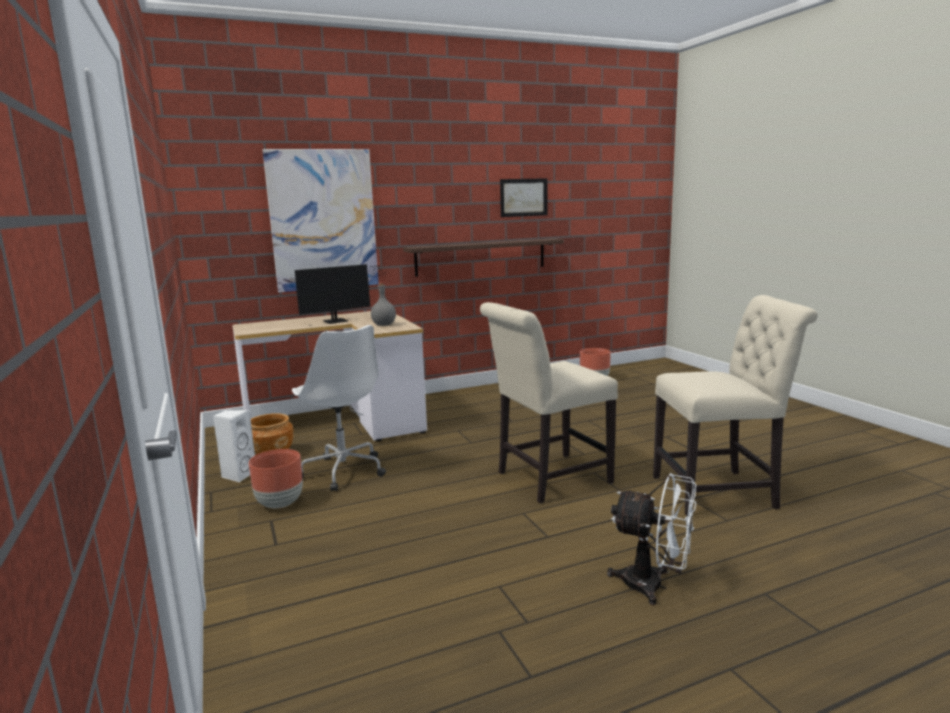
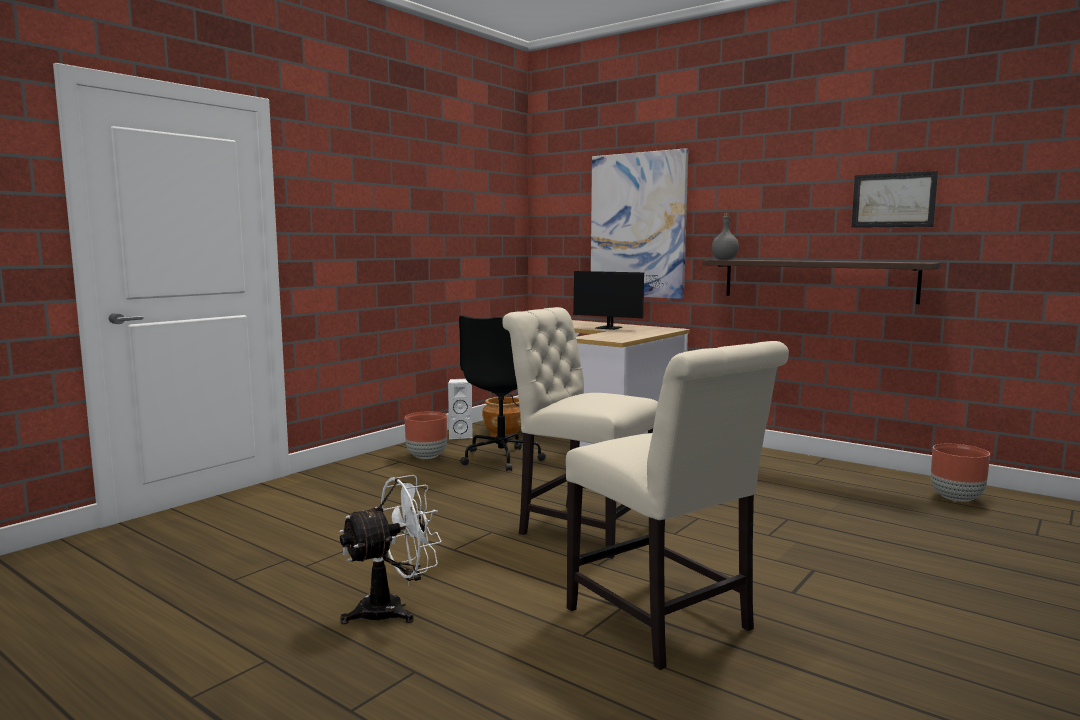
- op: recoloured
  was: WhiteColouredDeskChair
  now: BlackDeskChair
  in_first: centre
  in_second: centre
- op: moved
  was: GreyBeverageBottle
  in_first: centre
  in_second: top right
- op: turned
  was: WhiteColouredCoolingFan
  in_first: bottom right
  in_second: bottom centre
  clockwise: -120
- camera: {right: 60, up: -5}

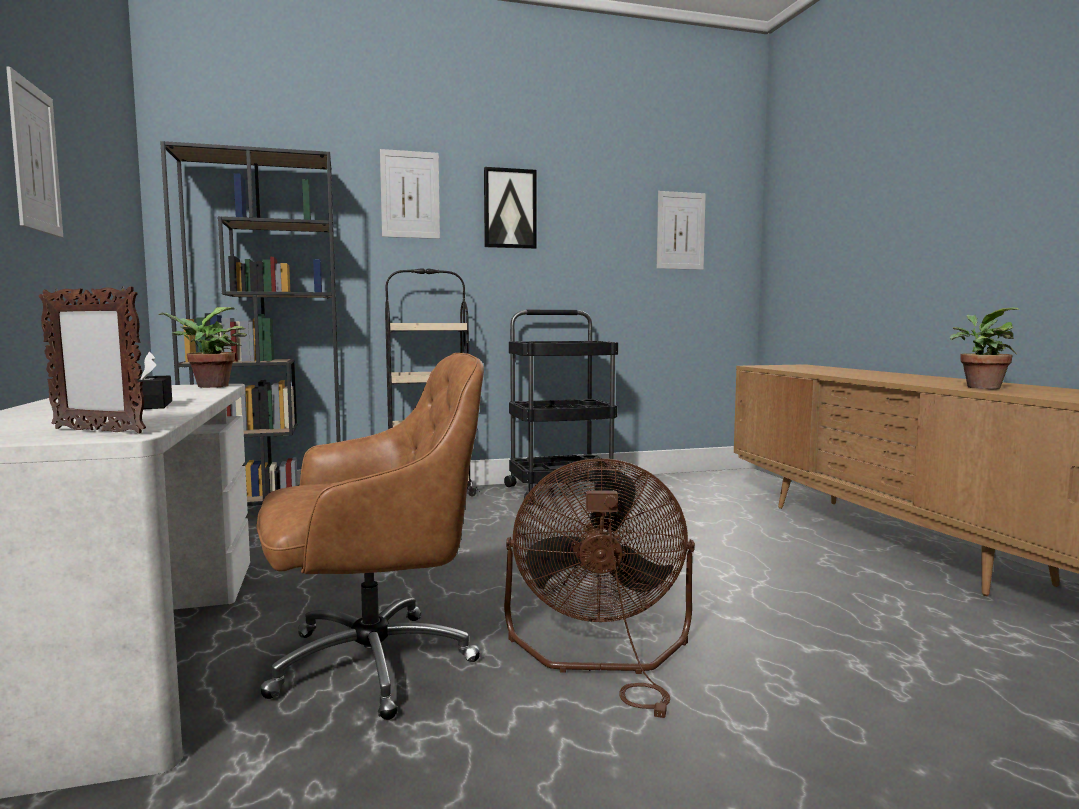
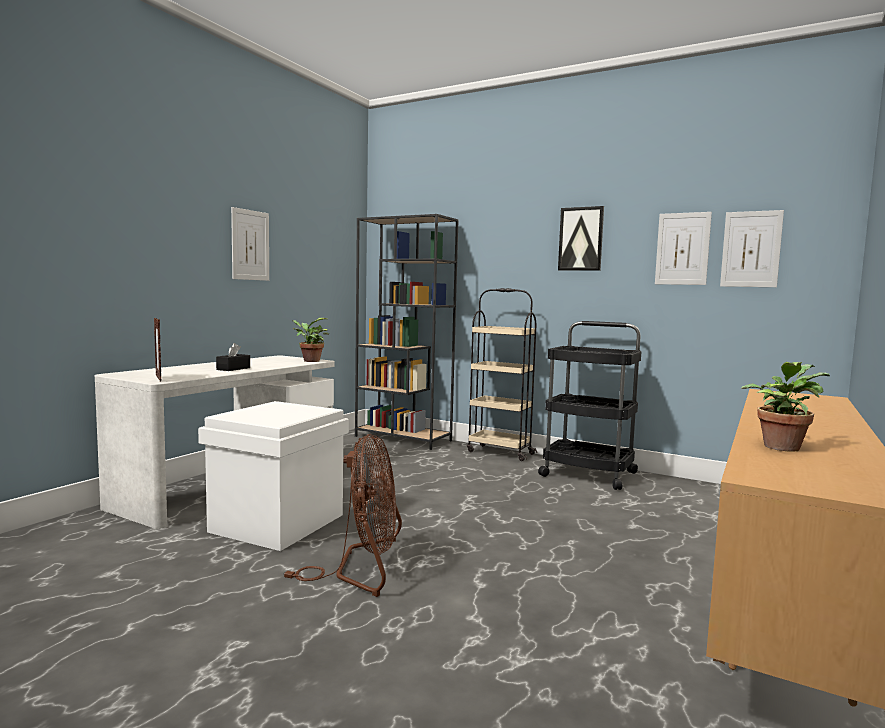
- op: replaced
  was: BrownDeskChair
  now: WhiteColouredStorageBin
  in_first: centre
  in_second: middle left
- op: moved
  was: WallArt (2nd from left in the first image)
  now: WallArt (3rd from left)
  in_first: top centre
  in_second: middle right
- op: turned
  was: BrownCoolingFan
  in_first: bottom centre
  in_second: bottom centre
  clockwise: 45
- camera: {right: 45, up: 0}

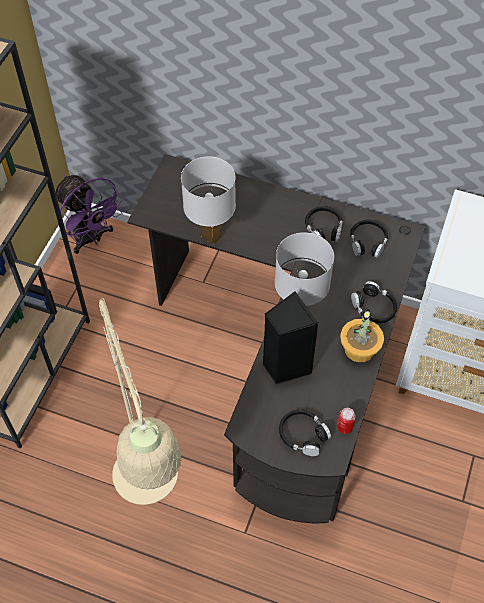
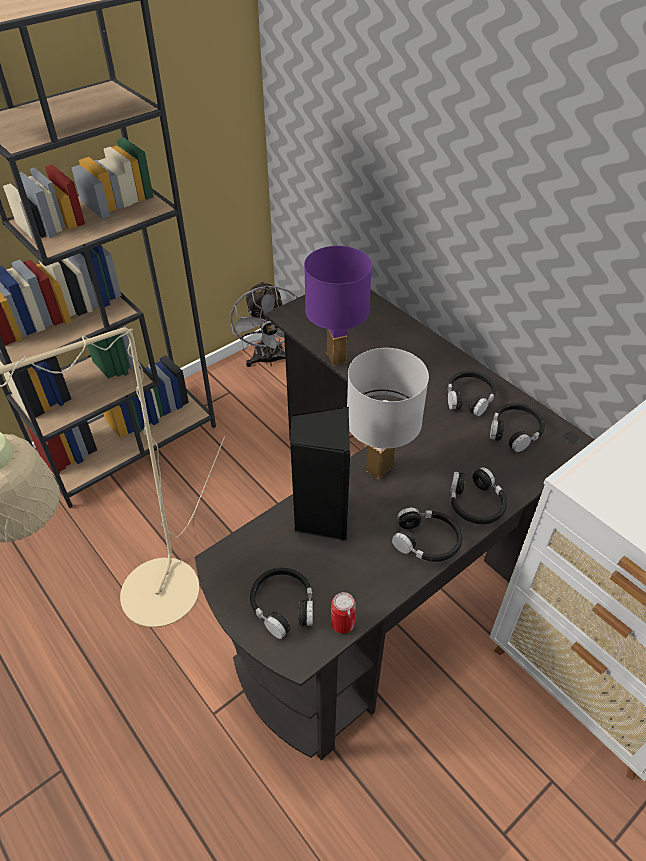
- op: recoloured
  was: PurpleCoolingFan
  now: GreyCoolingFan
  in_first: middle left
  in_second: centre
- op: recoloured
  was: WhiteColouredLampForATable (1st from left)
  now: PurpleLampForATable
  in_first: top centre
  in_second: centre
- op: replaced
  was: PlantInAPot
  now: BlackHeadphones (2nd from left)
  in_first: middle right
  in_second: centre
- camera: {right: 30, up: -10}

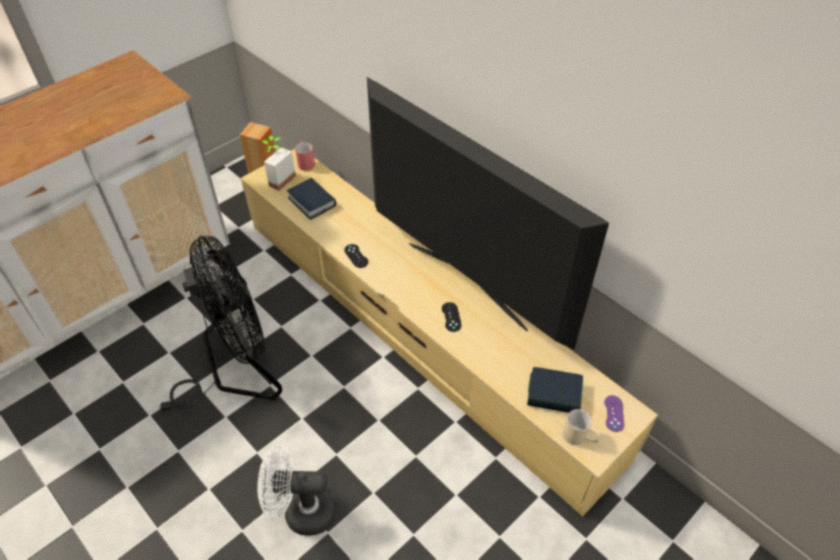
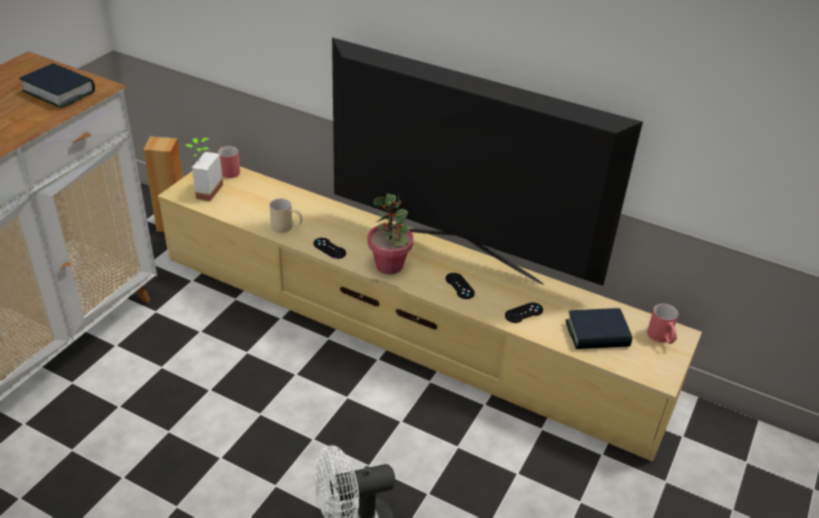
- op: removed
  was: BlackCoolingFan
  in_first: middle left
- op: moved
  was: BoundBook (1st from left)
  in_first: centre
  in_second: top left
- op: moved
  was: BeigeMug
  in_first: bottom right
  in_second: centre
- op: replaced
  was: PurpleJoypad
  now: RedColouredMug (2nd from left)
  in_first: bottom right
  in_second: middle right
- op: added
  now: PlantInAPot (2nd from left)
  in_second: centre
- op: added
  now: BlackJoypad (3rd from left)
  in_second: centre
- camera: {right: -20, up: -10}

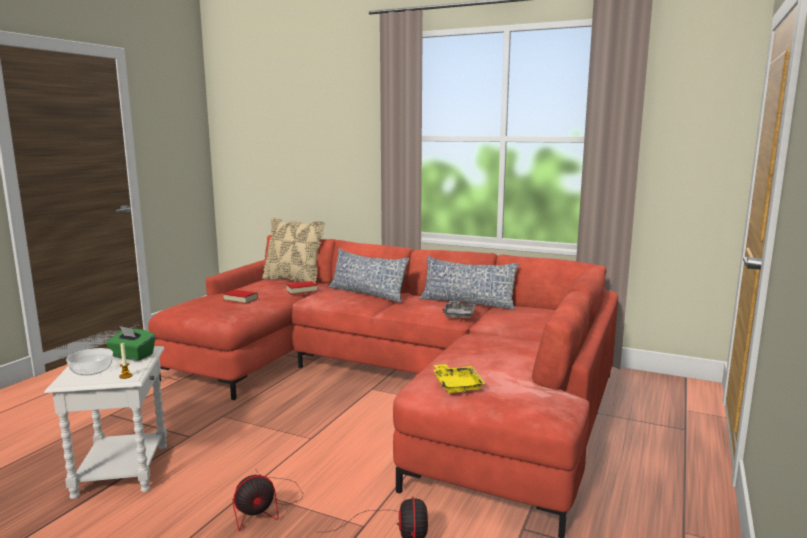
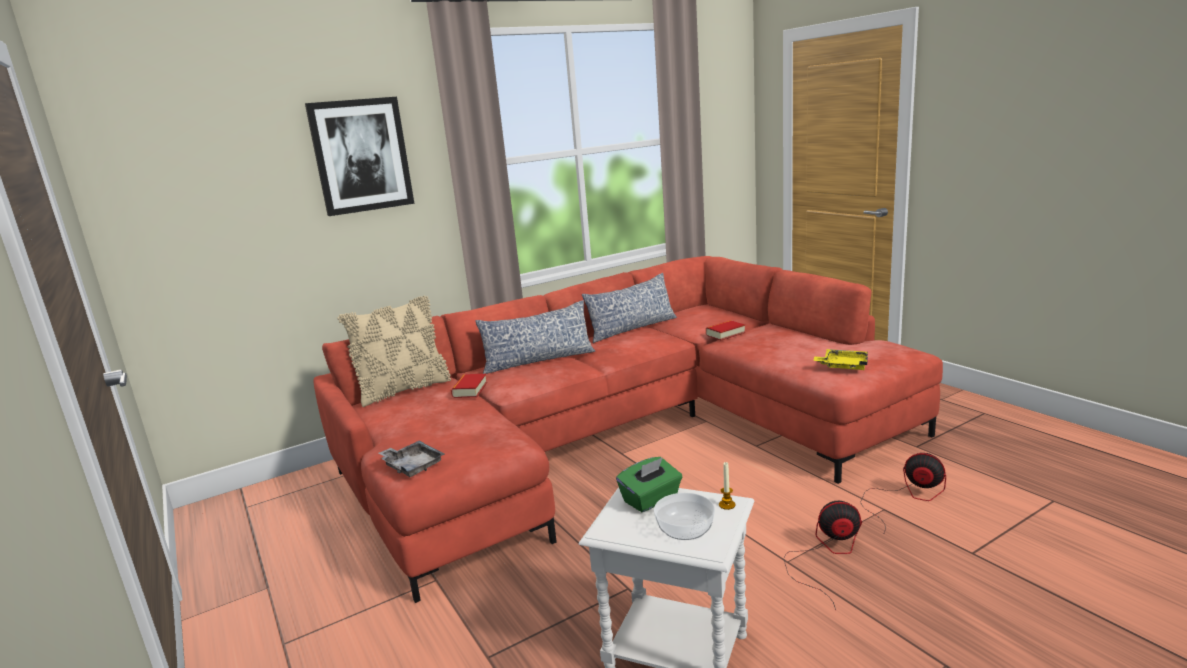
- op: moved
  was: BoundBook (1st from left in the first image)
  now: BoundBook (2nd from left)
  in_first: middle left
  in_second: centre
- op: turned
  was: CoolingFan (1st from left)
  in_first: bottom left
  in_second: bottom right
  clockwise: -90
- op: moved
  was: GreyCarryingTray
  in_first: centre
  in_second: bottom centre
- op: added
  now: WallArt
  in_second: top left
- camera: {right: -55, up: 5}

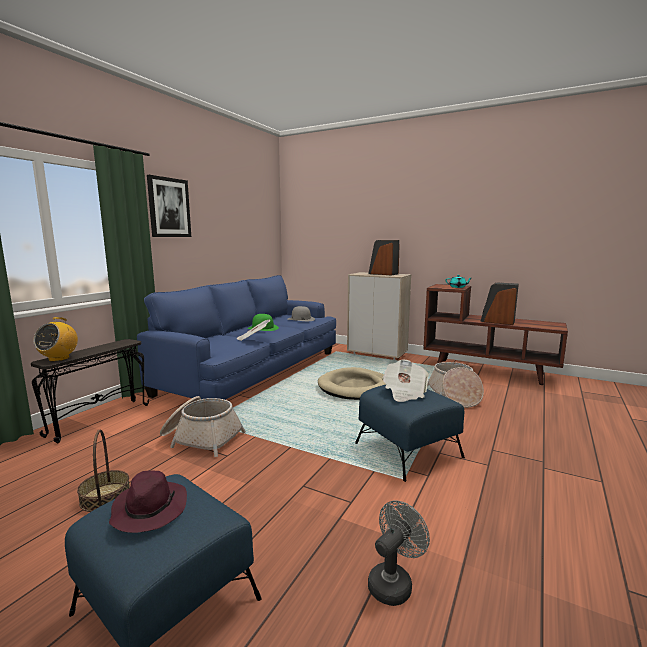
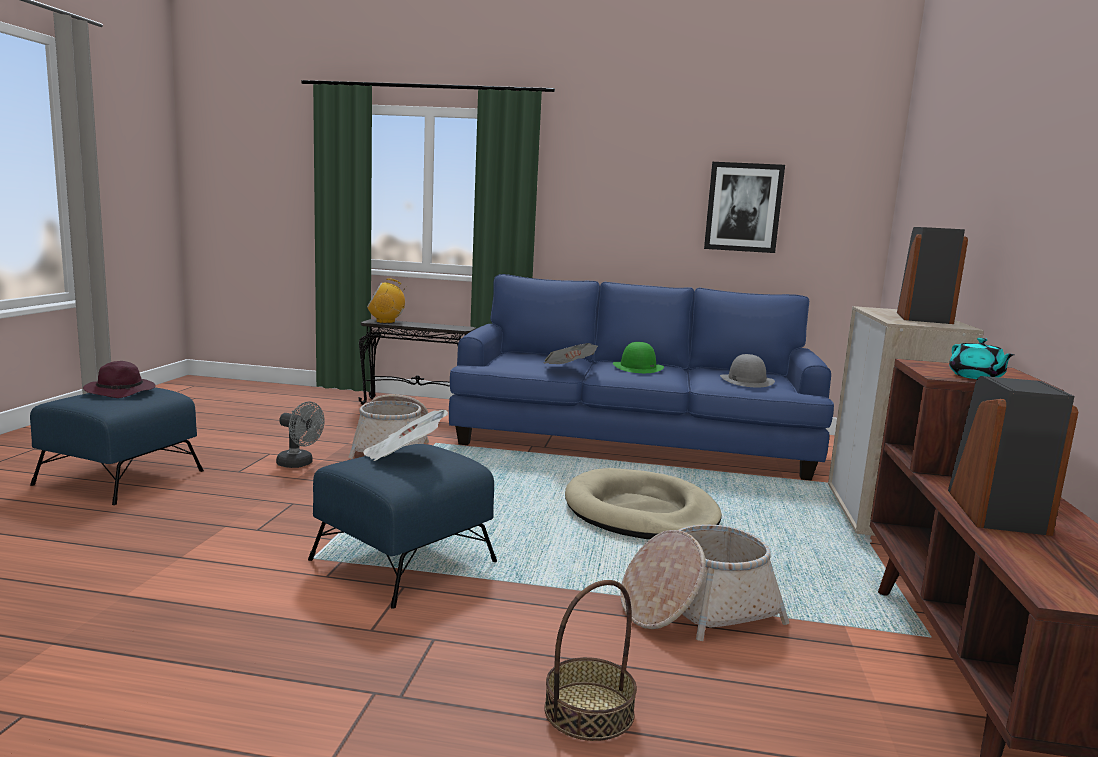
- op: moved
  was: StorageBasket (1st from left in the first image)
  now: StorageBasket (2nd from left)
  in_first: bottom left
  in_second: bottom centre
- op: moved
  was: WallArt
  in_first: top left
  in_second: top right
- op: moved
  was: GreyCoolingFan
  in_first: bottom centre
  in_second: middle left
- camera: {right: 70, up: 0}

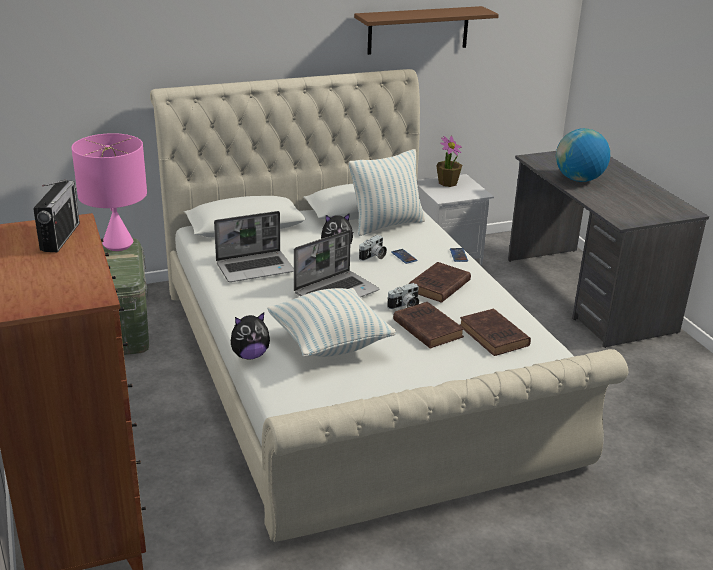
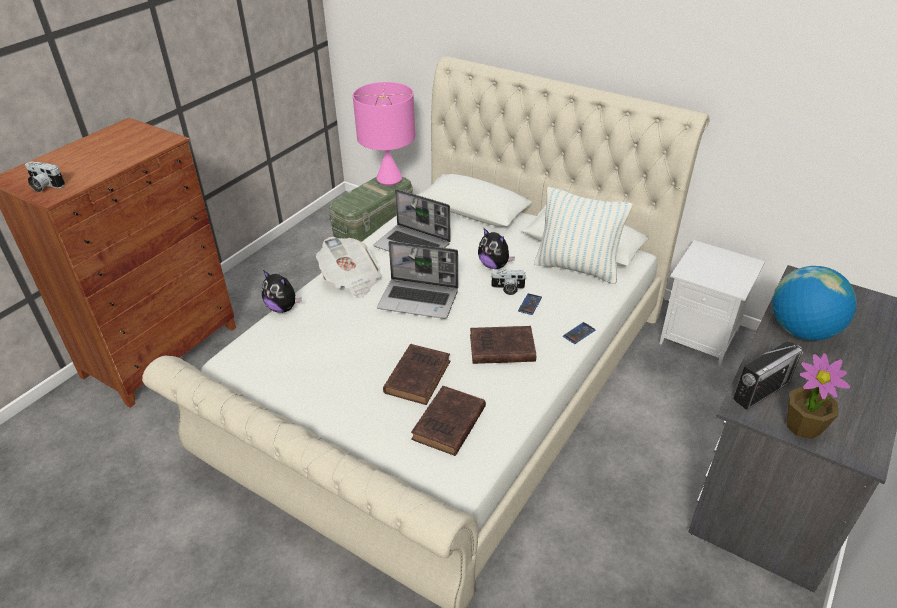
- op: moved
  was: RadioReceiver
  in_first: middle left
  in_second: middle right
- op: removed
  was: ThrowPillow (1st from left)
  in_first: centre
- op: removed
  was: BrownBracketShelf
  in_first: top centre
- op: moved
  was: StillCamera (2nd from left in the first image)
  now: StillCamera (1st from left)
  in_first: centre
  in_second: top left
- op: moved
  was: PlantInAPot
  in_first: top centre
  in_second: middle right
- op: added
  now: Newspaper
  in_second: centre
- camera: {right: 55, up: 10}

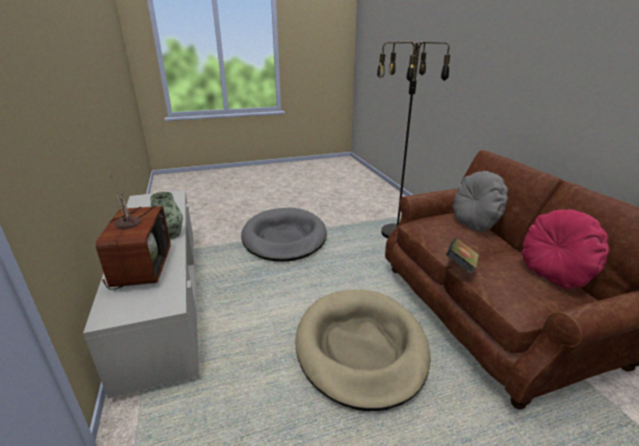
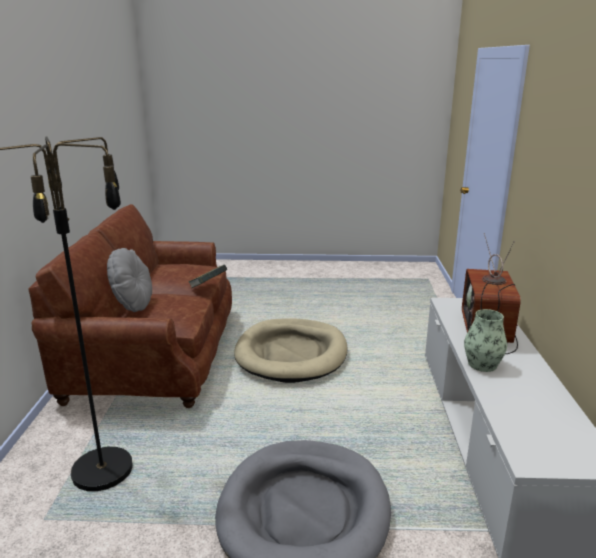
- op: removed
  was: PinkishThrowPillow
  in_first: middle right
- camera: {right: -160, up: -5}

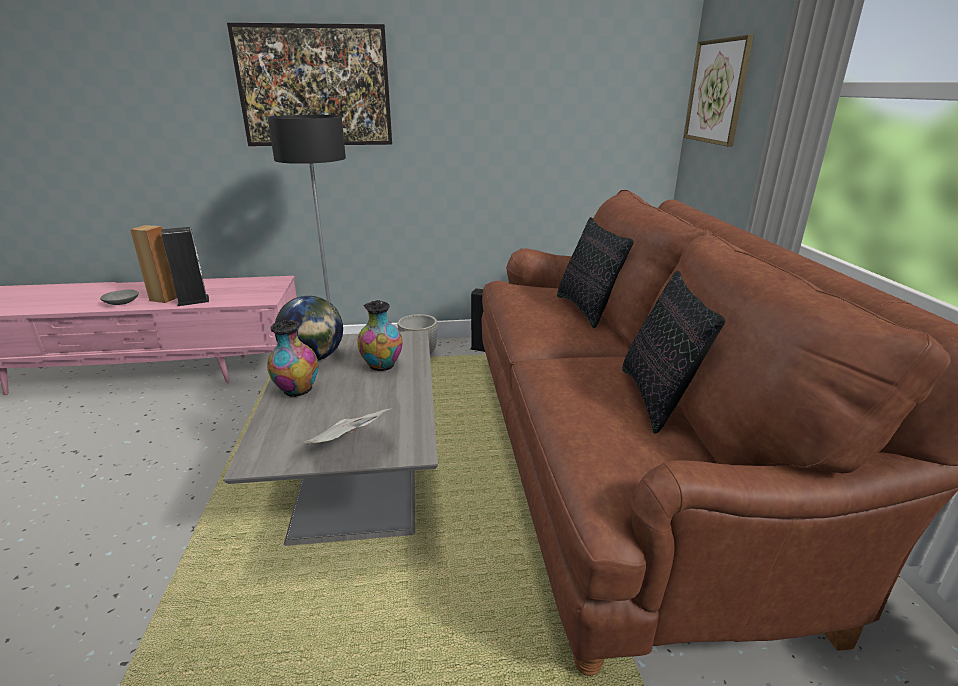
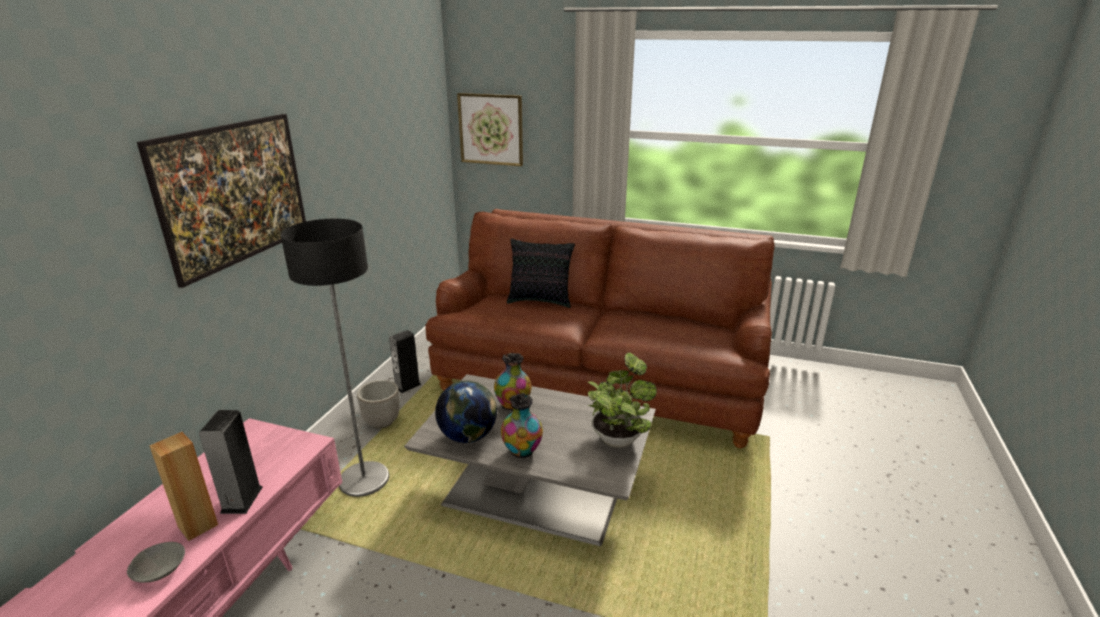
- op: replaced
  was: Newspaper
  now: PlantInAPot
  in_first: centre
  in_second: centre
- op: removed
  was: BlackThrowPillow (2nd from left)
  in_first: middle right
- camera: {right: -65, up: 0}

